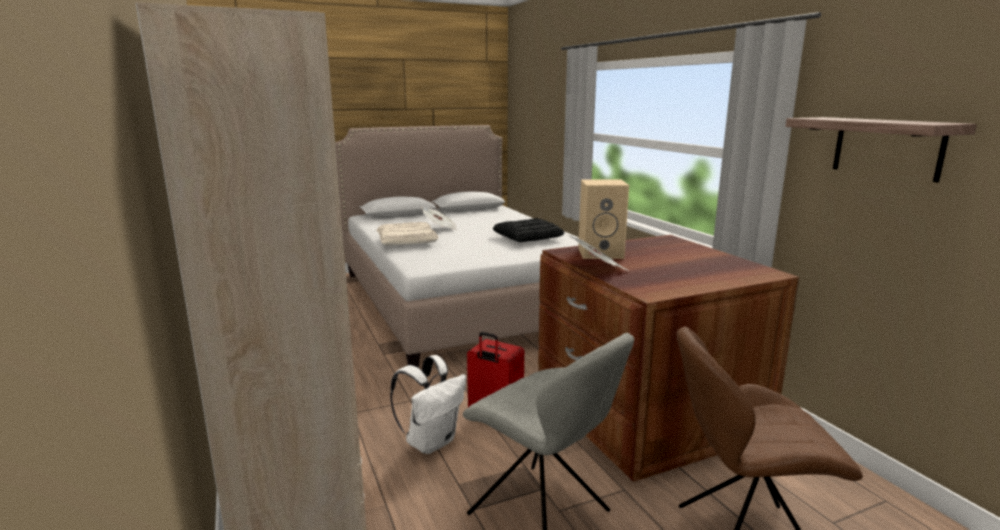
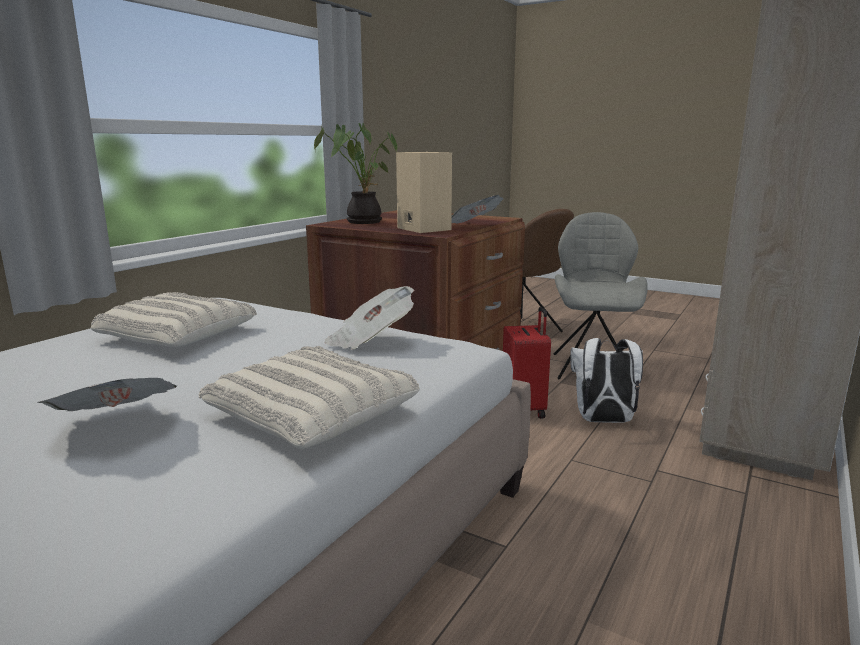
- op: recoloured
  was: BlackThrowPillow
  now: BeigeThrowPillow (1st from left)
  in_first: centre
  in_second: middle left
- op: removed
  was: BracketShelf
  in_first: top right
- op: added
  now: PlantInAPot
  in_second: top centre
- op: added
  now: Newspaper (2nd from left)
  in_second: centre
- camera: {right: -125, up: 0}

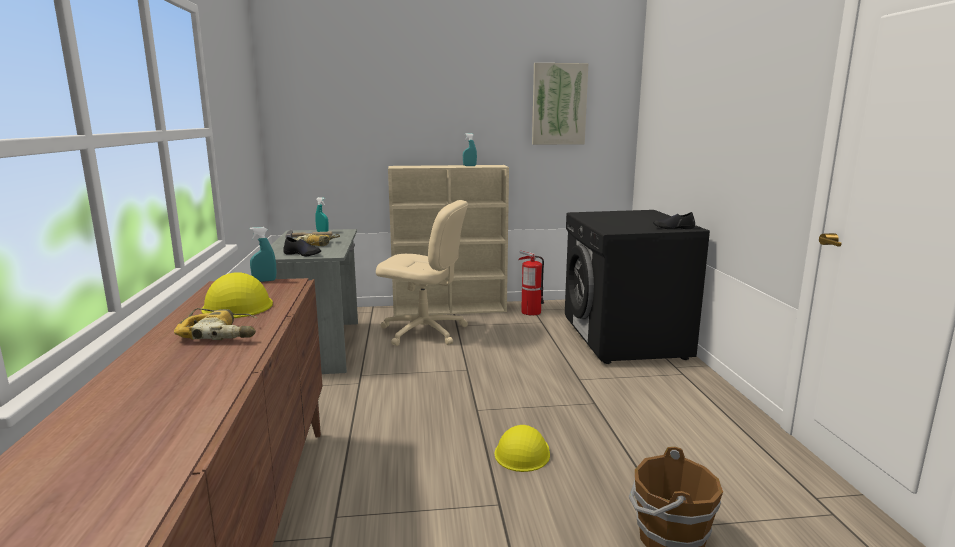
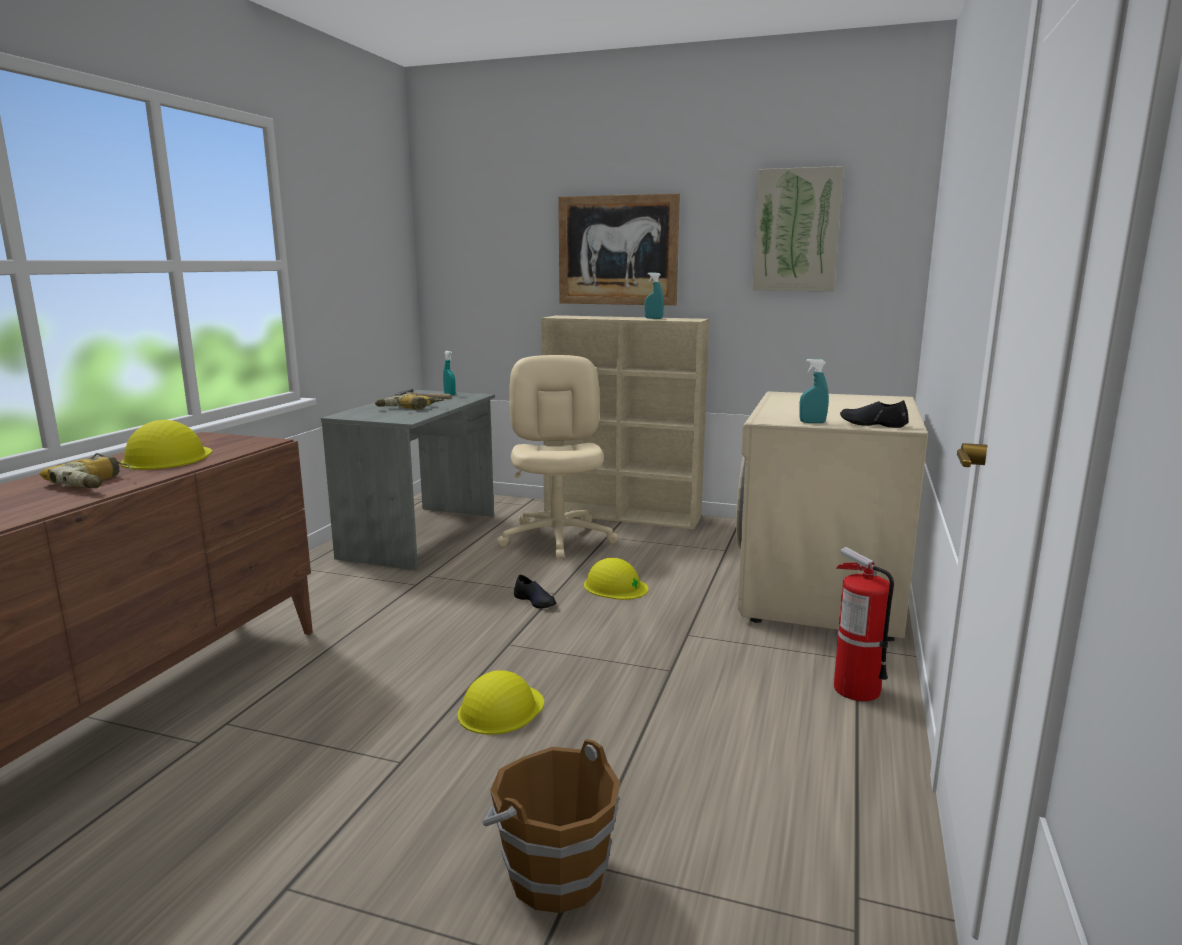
- op: moved
  was: TurquoiseColouredSprayer (1st from left in the first image)
  now: TurquoiseColouredSprayer (3rd from left)
  in_first: middle left
  in_second: middle right
- op: moved
  was: BlackShoe (1st from left)
  in_first: middle left
  in_second: centre
- op: turned
  was: BeigeDeskChair
  in_first: centre
  in_second: centre
  clockwise: -135
- op: moved
  was: Extinguisher
  in_first: centre
  in_second: middle right
- op: recoloured
  was: BlackLaundryMachine
  now: BeigeLaundryMachine
  in_first: middle right
  in_second: middle right
- op: added
  now: WallArt (1st from left)
  in_second: top centre
- op: added
  now: YellowColouredSafetyHelmet (3rd from left)
  in_second: centre
- camera: {right: 25, up: 0}

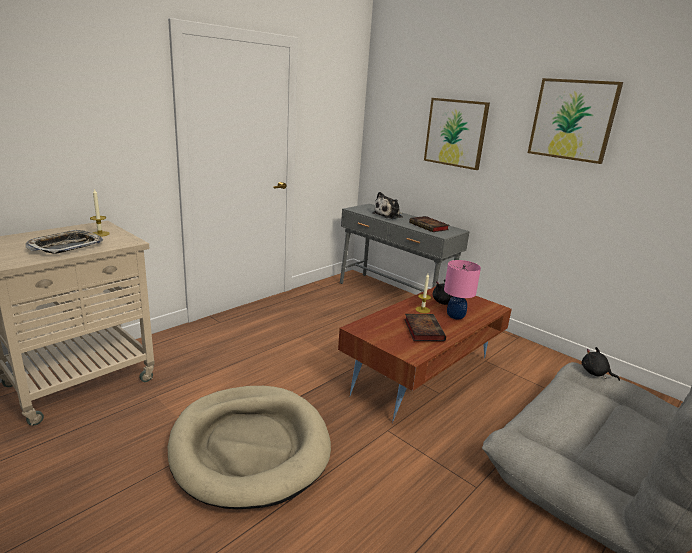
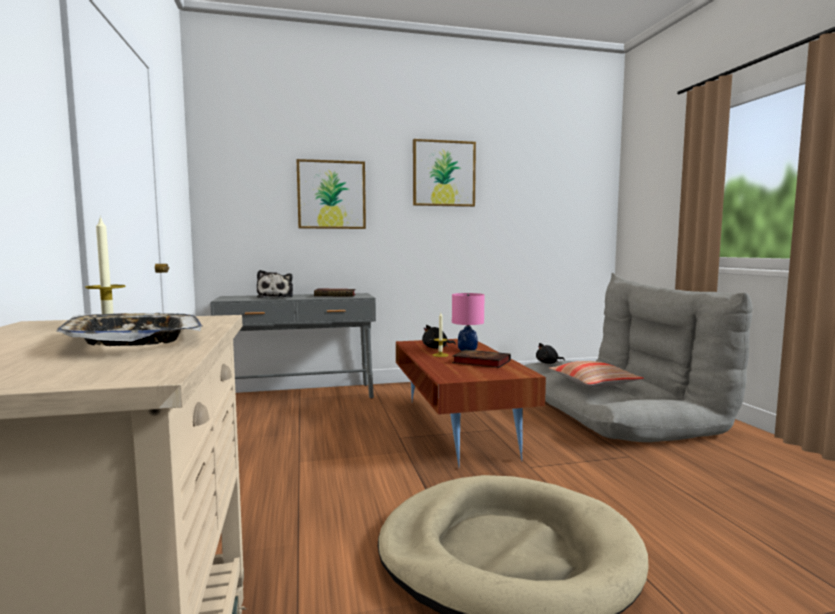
- op: added
  now: ThrowPillow
  in_second: middle right
- camera: {right: -55, up: -15}

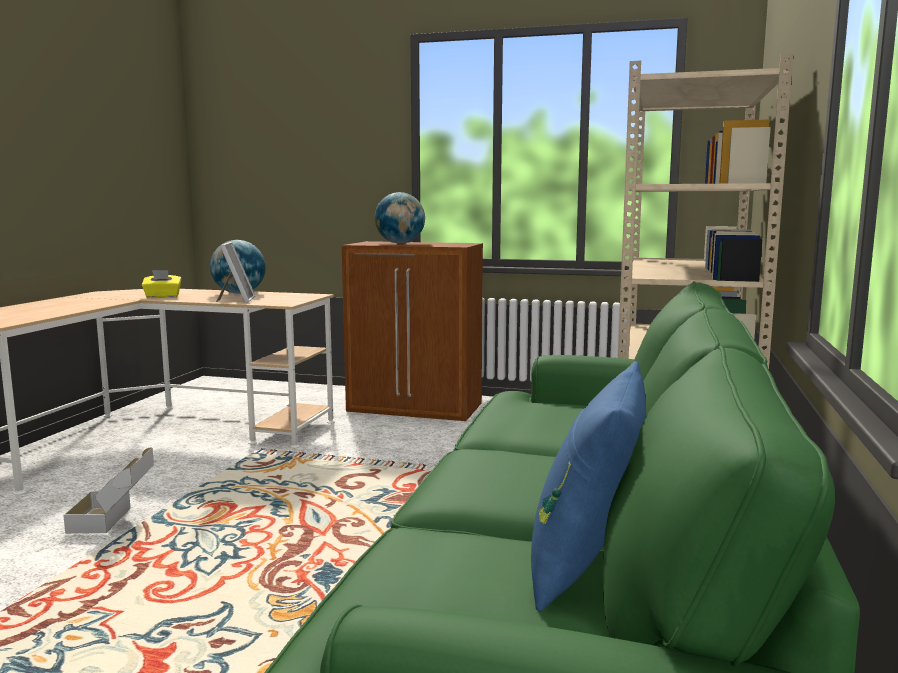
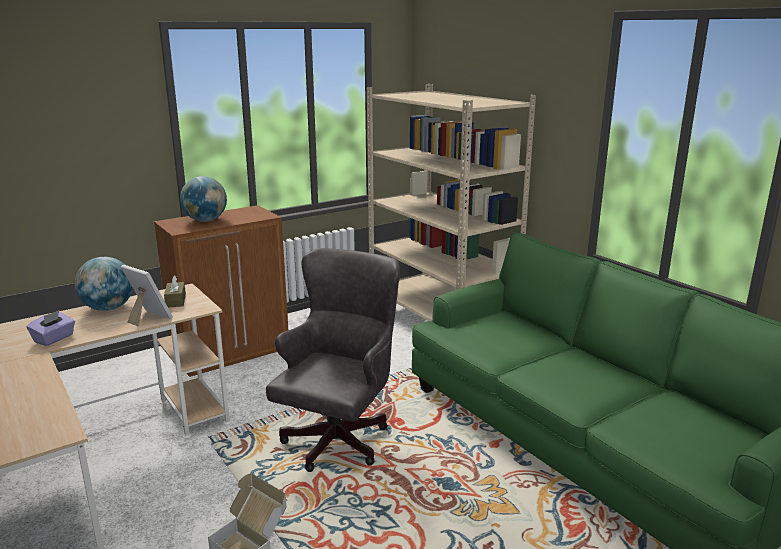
- op: recoloured
  was: YellowColouredTissueBox
  now: PurpleTissueBox
  in_first: middle left
  in_second: middle left
- op: removed
  was: BlueColouredThrowPillow
  in_first: bottom centre
- op: added
  now: BrownTissueBox
  in_second: middle left
- op: added
  now: GreyDeskChair
  in_second: centre
- camera: {right: -50, up: 10}

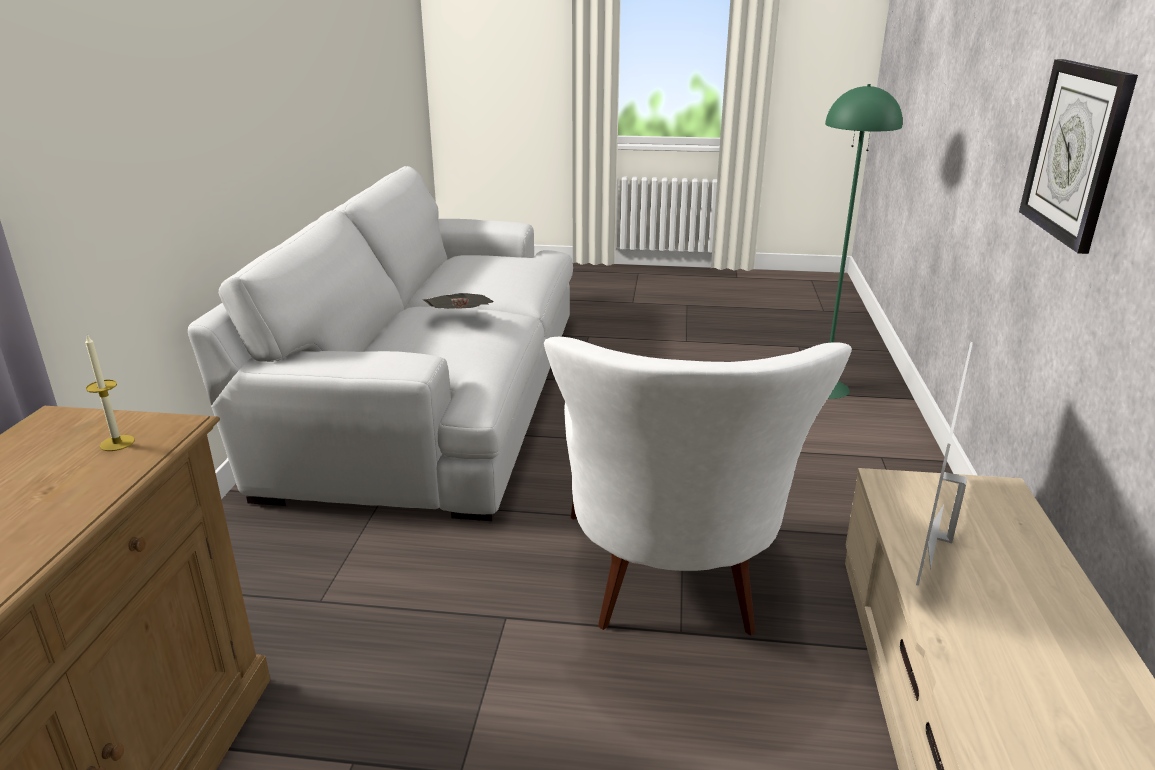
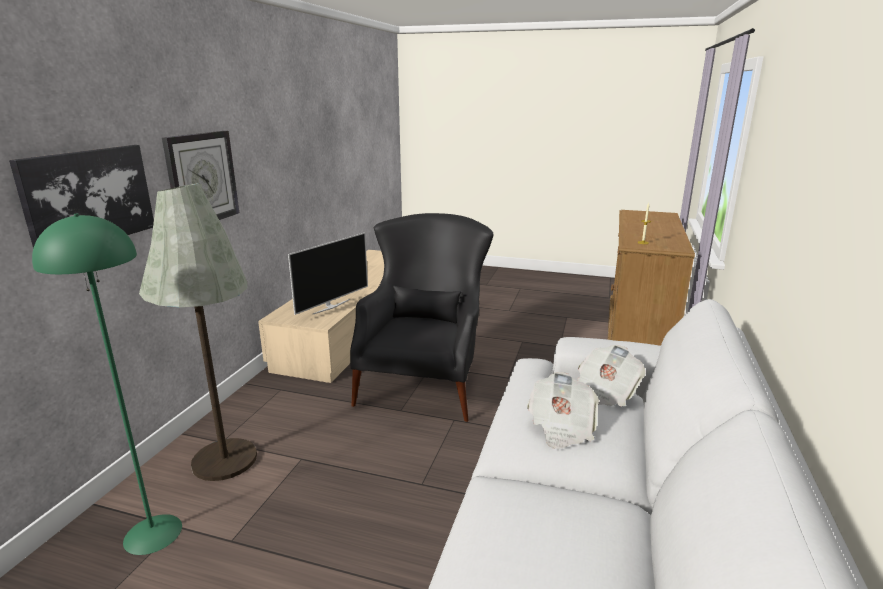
- op: recoloured
  was: WhiteColouredArmchair
  now: BlackArmchair
  in_first: centre
  in_second: centre
- op: added
  now: WallArt
  in_second: top left
- op: added
  now: GreyFloorLamp
  in_second: middle left
- op: added
  now: Newspaper (2nd from left)
  in_second: middle right
- camera: {right: -170, up: -5}

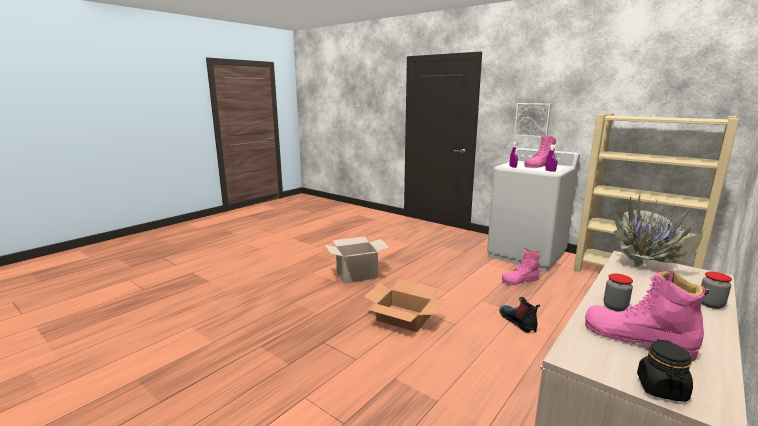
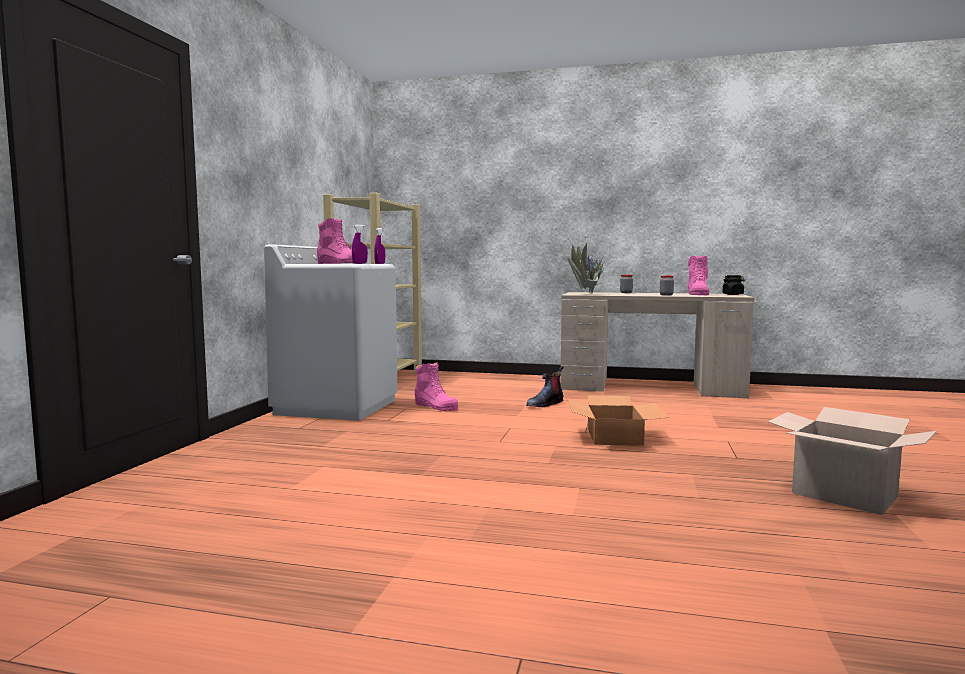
- op: moved
  was: CardboardBox (1st from left in the first image)
  now: CardboardBox (2nd from left)
  in_first: centre
  in_second: bottom right
- op: removed
  was: WallArt
  in_first: top right
- camera: {right: -115, up: -10}

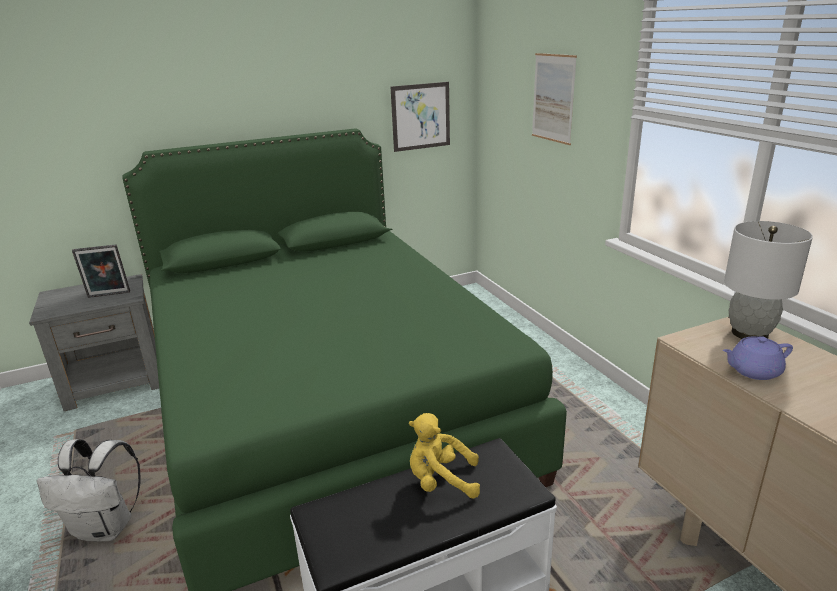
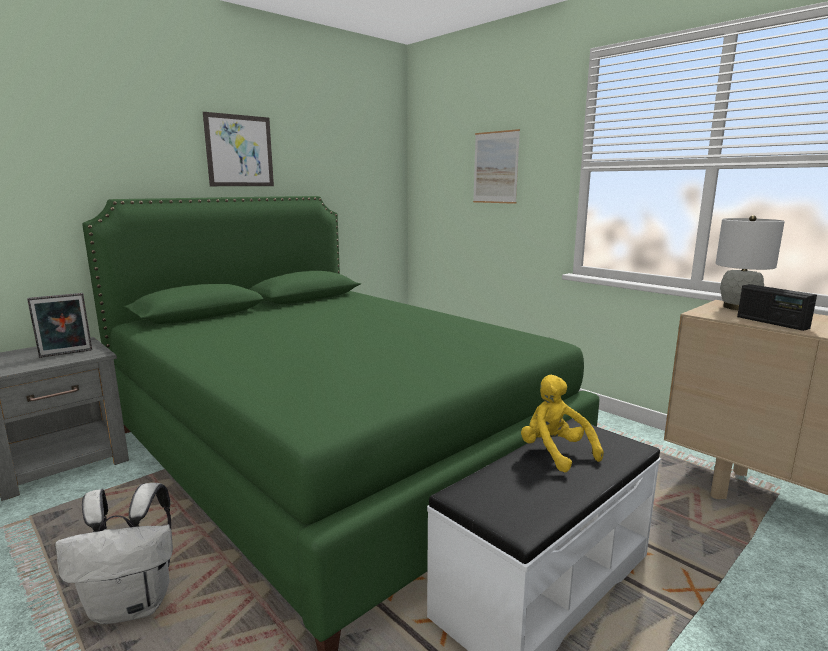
- op: moved
  was: WallArt (1st from left)
  in_first: top centre
  in_second: top left
- op: turned
  was: YellowColouredCuddlyToy
  in_first: bottom centre
  in_second: middle right
  clockwise: 75
- op: replaced
  was: PurpleTeapot
  now: RadioReceiver
  in_first: middle right
  in_second: middle right
- camera: {right: -20, up: -10}

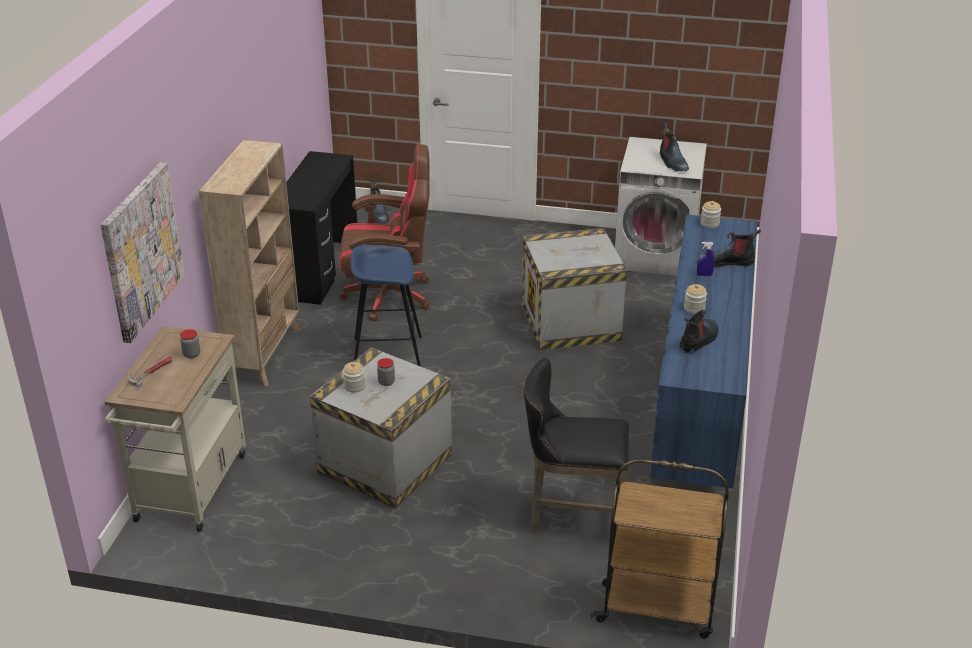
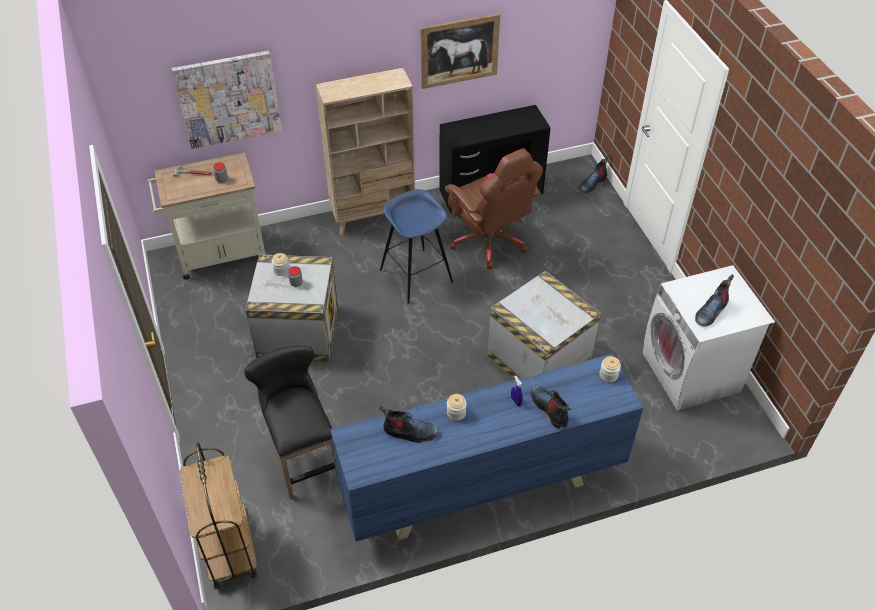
- op: added
  now: WallArt (2nd from left)
  in_second: top centre
- camera: {right: 60, up: 15}

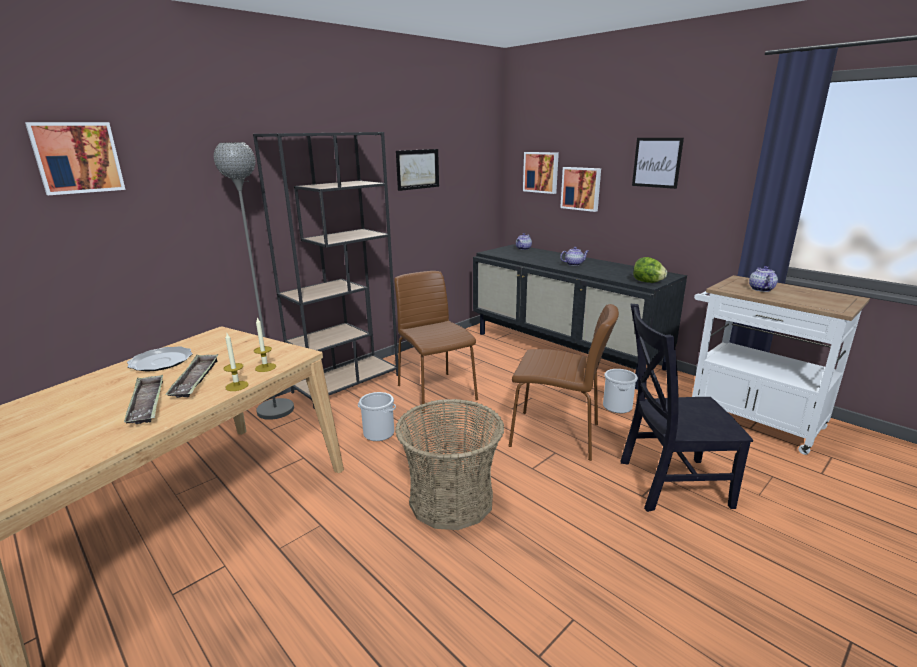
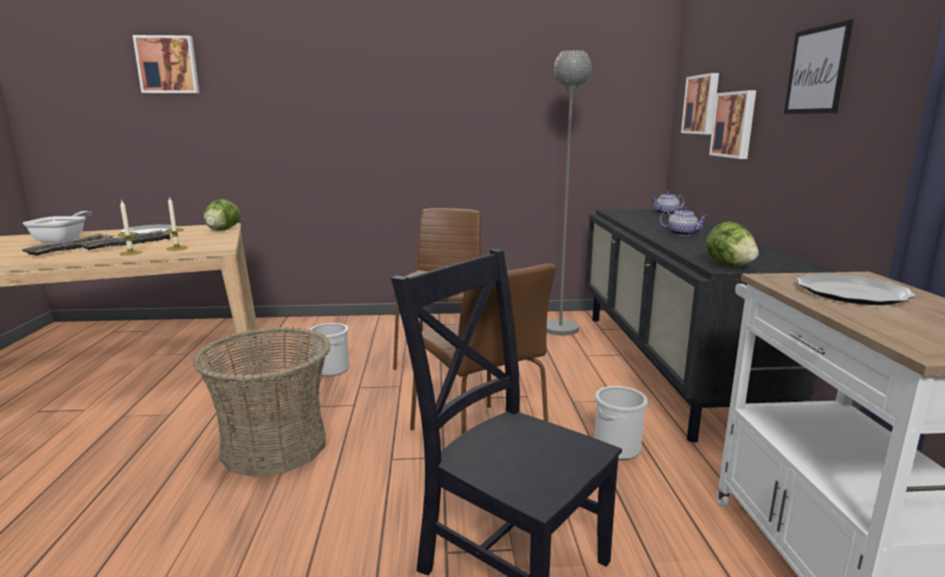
- op: moved
  was: GreyFloorLamp
  in_first: middle left
  in_second: centre
- op: removed
  was: ShelvingUnit
  in_first: centre
- op: removed
  was: WallArt (2nd from left)
  in_first: top centre
- op: replaced
  was: Teapot (3rd from left)
  now: Plate (2nd from left)
  in_first: middle right
  in_second: middle right
- op: added
  now: FryingPan
  in_second: middle left
- op: added
  now: HeadOfLettuce (1st from left)
  in_second: middle left
- camera: {right: 40, up: -5}

